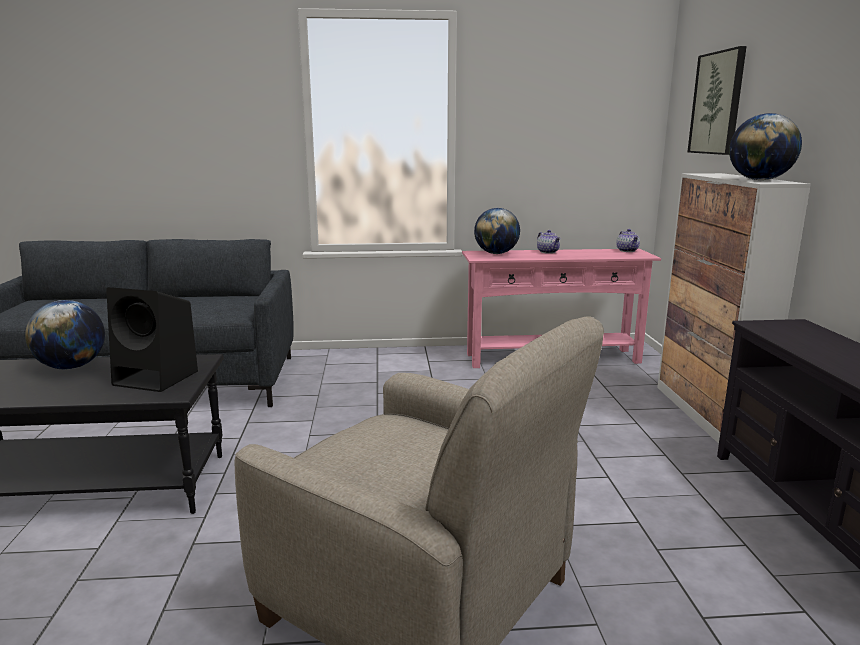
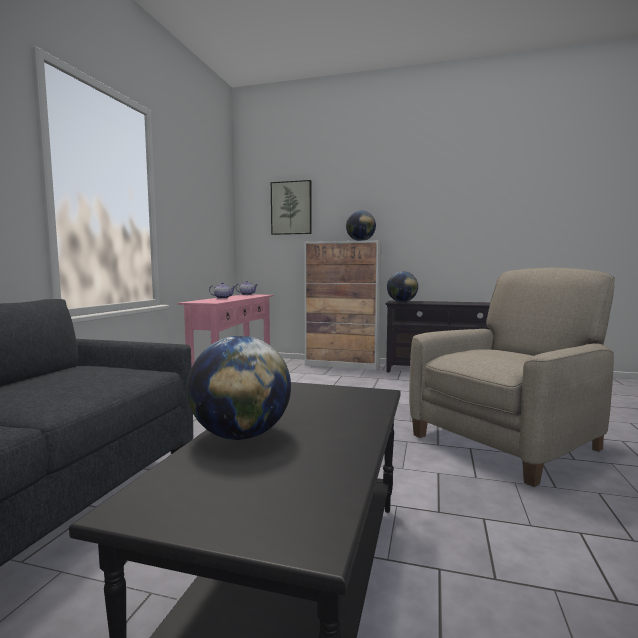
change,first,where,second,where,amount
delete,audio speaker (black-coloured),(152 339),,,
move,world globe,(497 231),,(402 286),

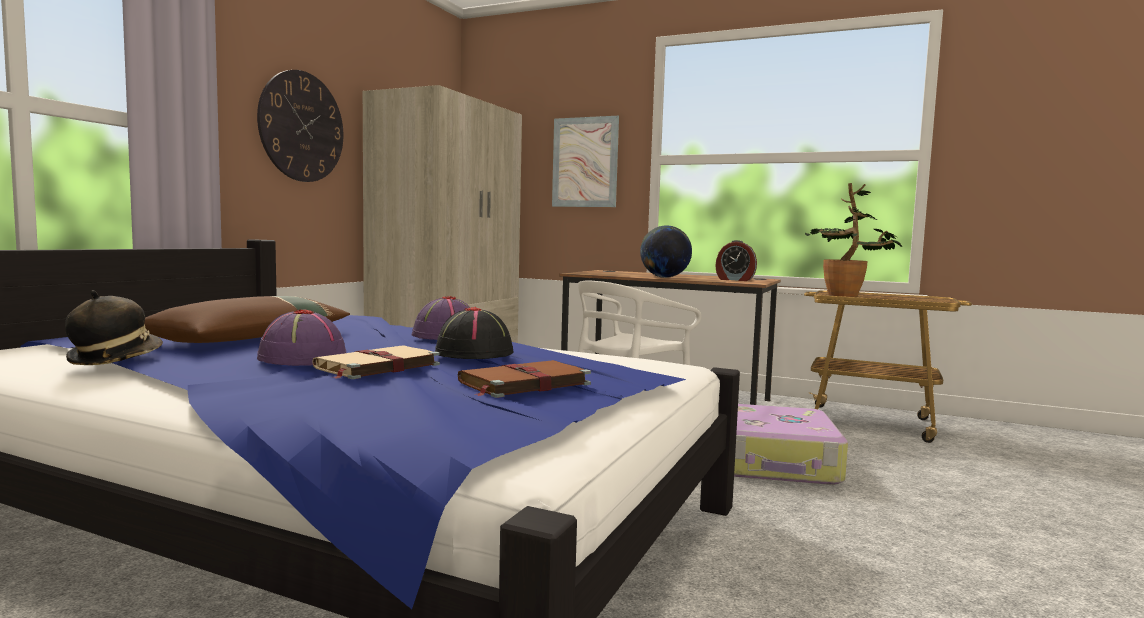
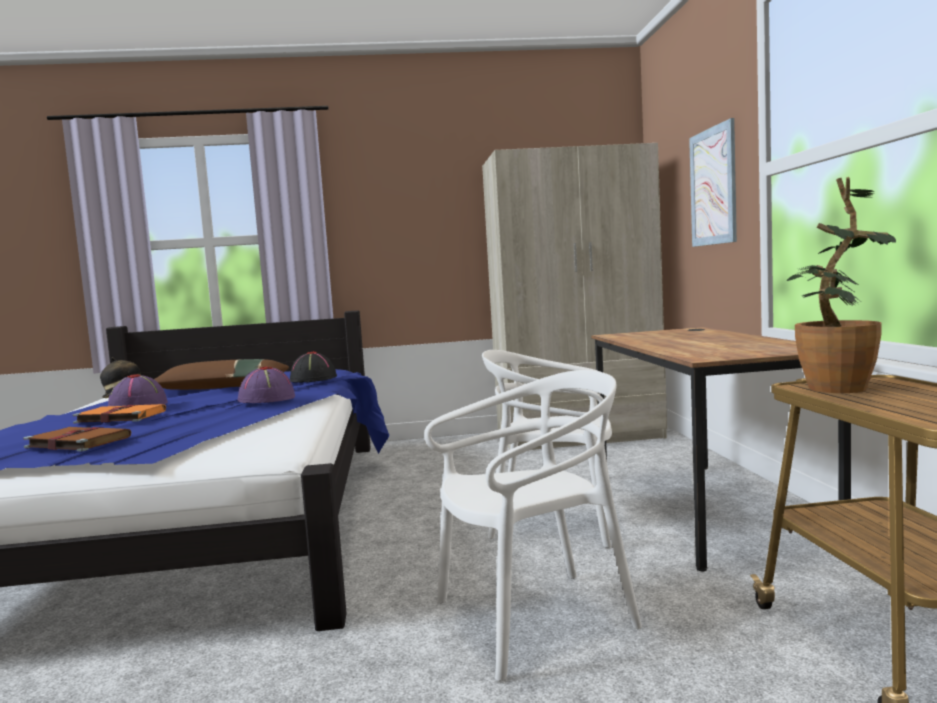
change,first,where,second,where,amount
delete,clock on the wall,(300 126),,,
delete,world globe,(666 251),,,
delete,alarm clock,(736 260),,,
move,clothing hat (black-coloured),(474 333),,(313 366),
replace,suitcase,(791 444),plain chair (whitish),(533 525),
recolor,bound book (beige),(376 362),bound book (orangey),(119 413),

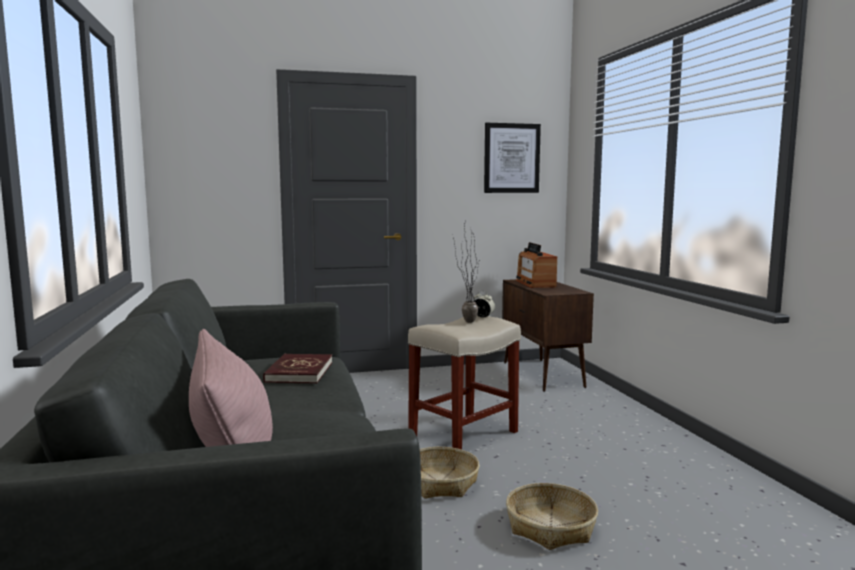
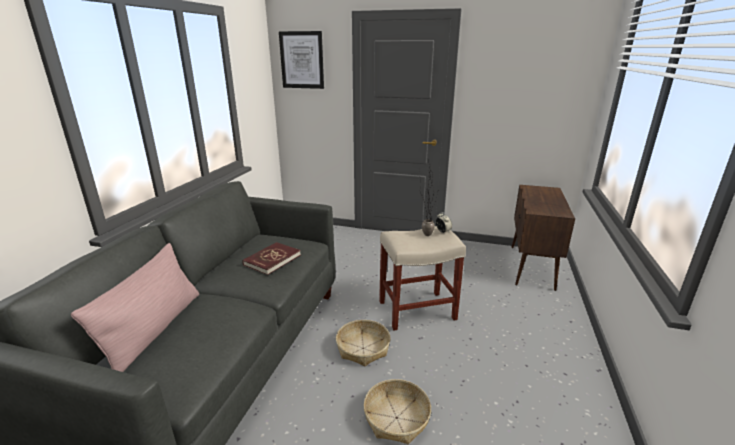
change,first,where,second,where,amount
delete,radio,(536 265),,,
move,picture,(512 158),,(301 60),

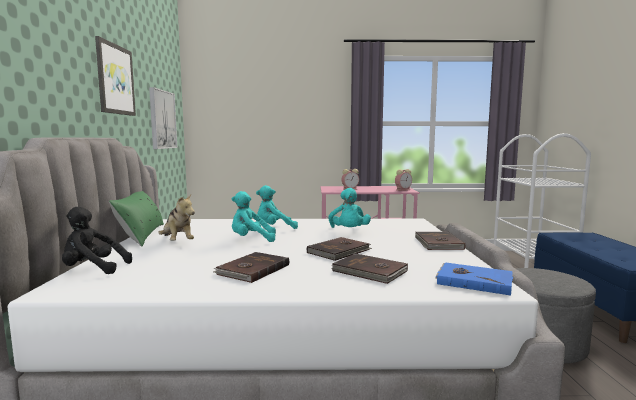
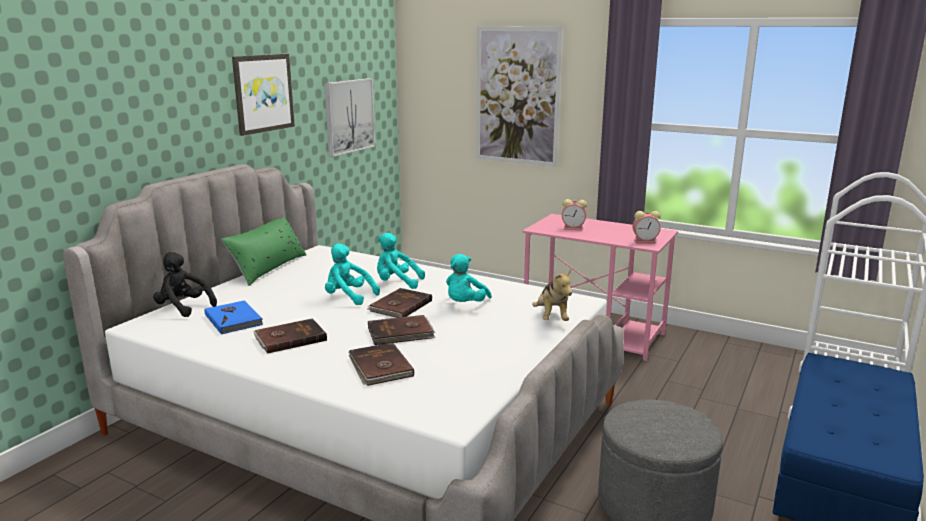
change,first,where,second,where,amount
insert,,,picture,(519 97),
move,cuddly toy,(177 217),,(552 295),
move,bound book (brownish),(440 241),,(399 303),
move,bound book (bluish),(474 279),,(234 318),

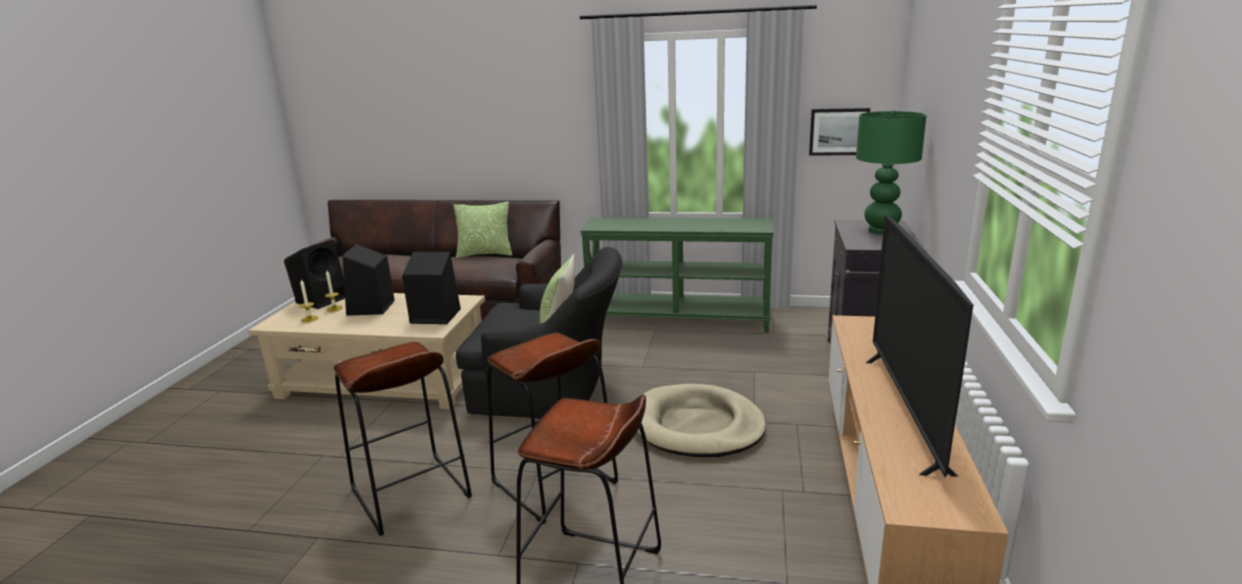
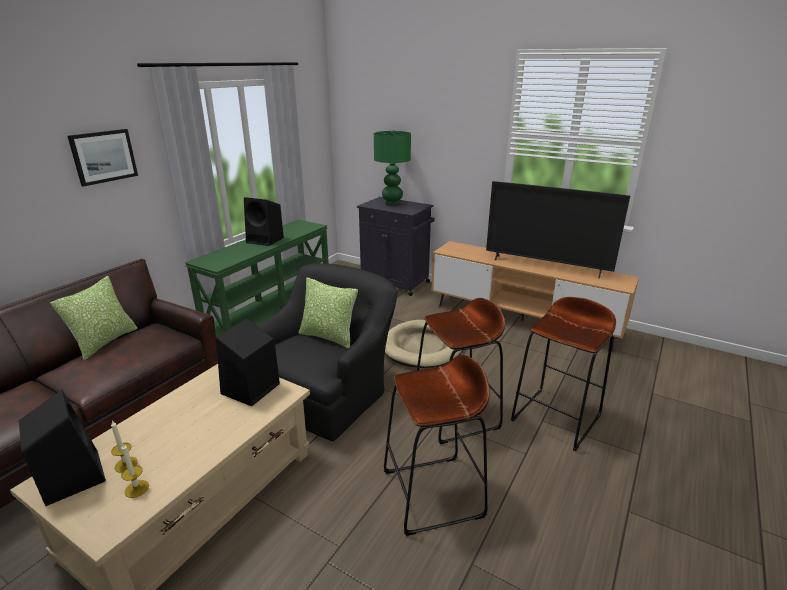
change,first,where,second,where,amount
move,audio speaker (black-coloured),(369 280),,(264 221),
move,picture,(839 132),,(103 158),

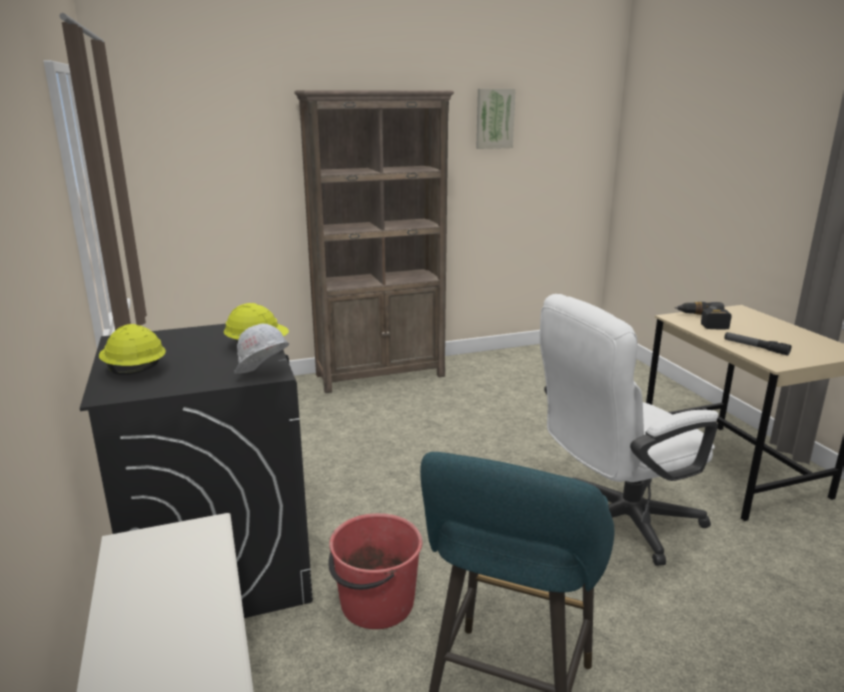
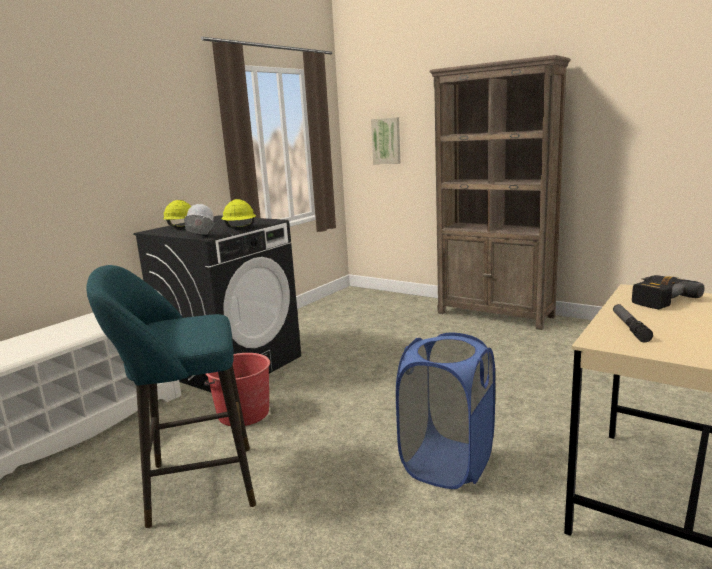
change,first,where,second,where,amount
move,picture,(496 119),,(386 140),
replace,office chair (whitish),(629 430),washing basket (bluish),(445 411),

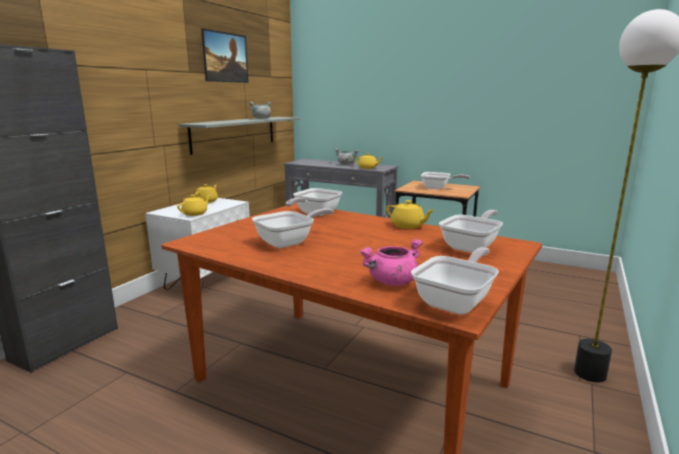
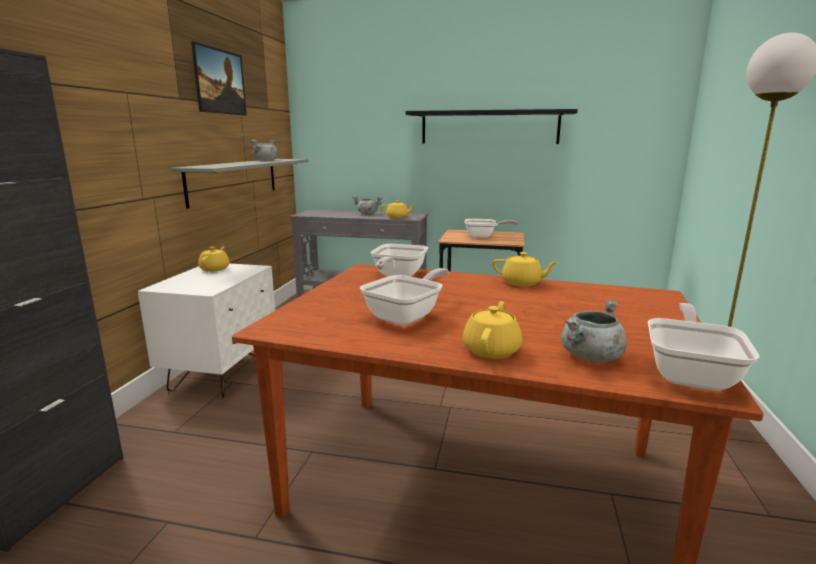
change,first,where,second,where,amount
delete,pan,(471 231),,,
insert,,,wall shelf (black-coloured),(492 126),
move,tea pot (yellowish),(194 205),,(492 330),
recolor,saucepot (pink-coloured),(391 262),saucepot (grey),(594 331),

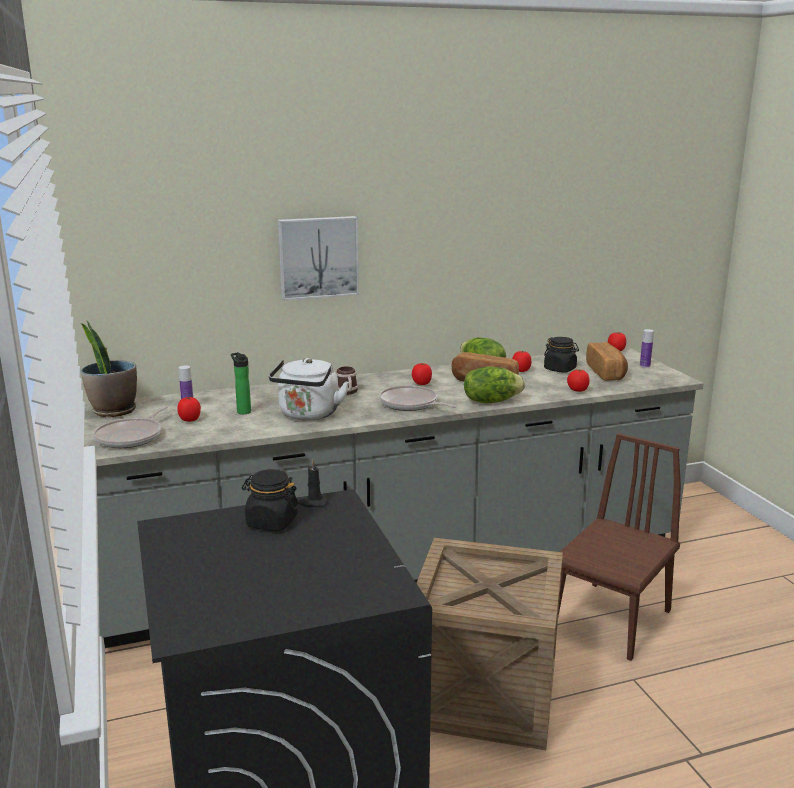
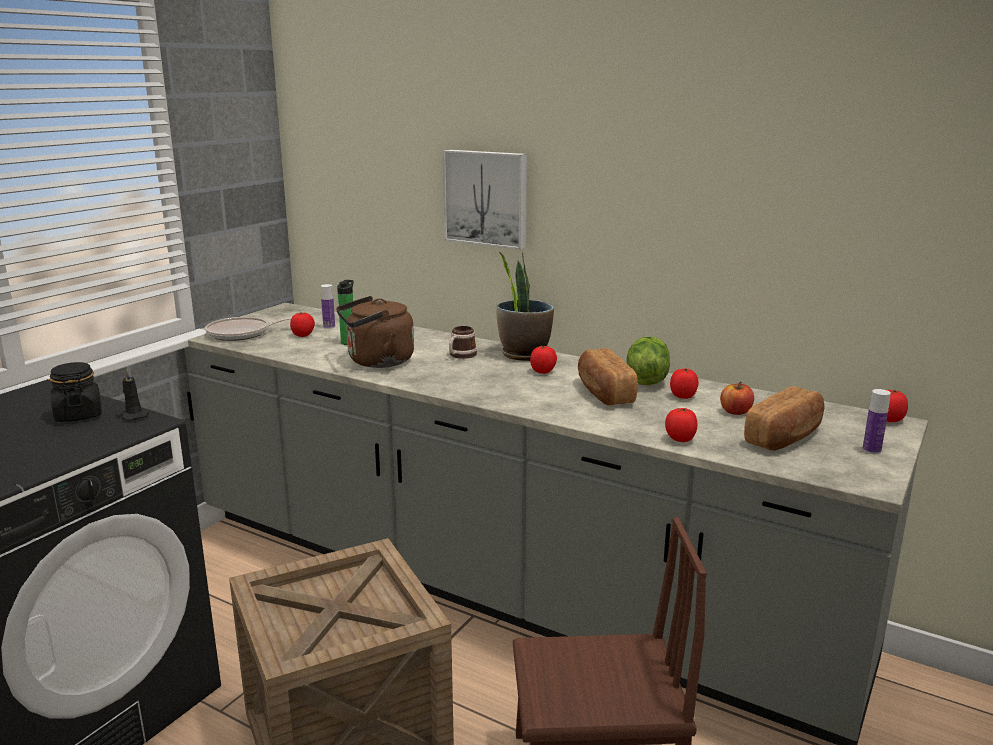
change,first,where,second,where,amount
delete,pan,(417 398),,,
delete,lettuce head,(494 384),,,
move,houseplant,(109 369),,(525 306),
replace,jar (black-coloured),(561 355),whole apple,(737 398),
recolor,tea kettle (whitish),(309 389),tea kettle (brownish),(375 332),

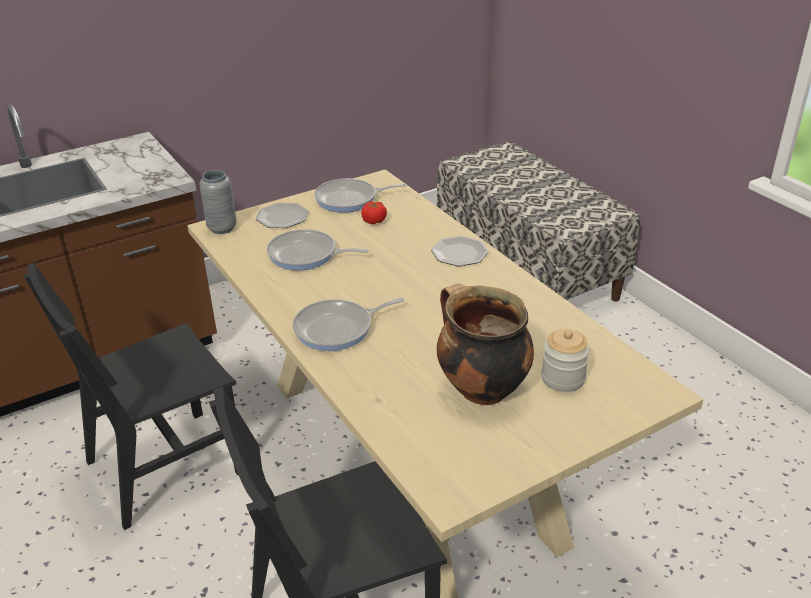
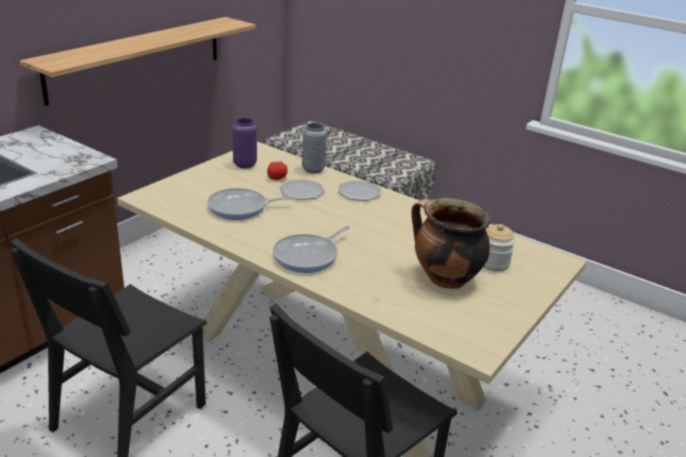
change,first,where,second,where,amount
insert,,,wall shelf,(138 61),
move,decorative vase (grey),(218 202),,(314 148),
move,plate,(282 215),,(302 189),
replace,pan,(360 195),decorative vase (purplish),(244 143),

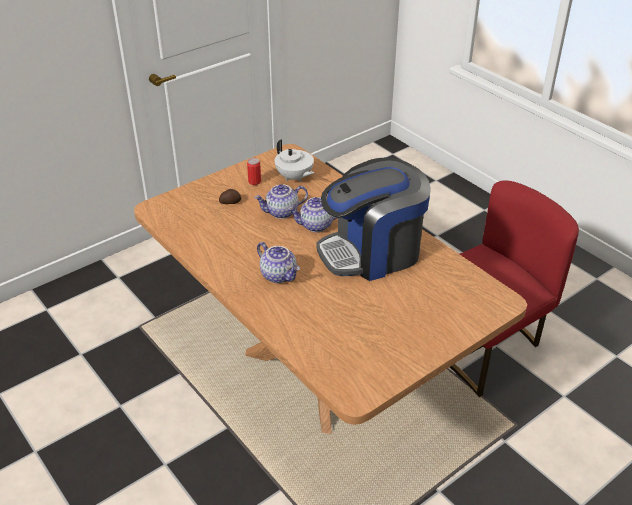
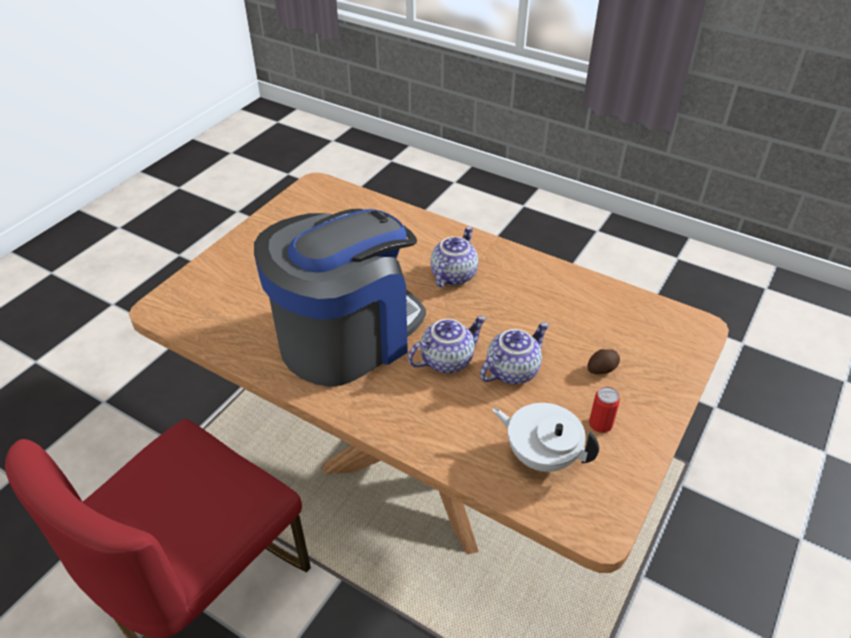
change,first,where,second,where,amount
rotate,tea pot,(278 262),,(454 257),90 degrees clockwise

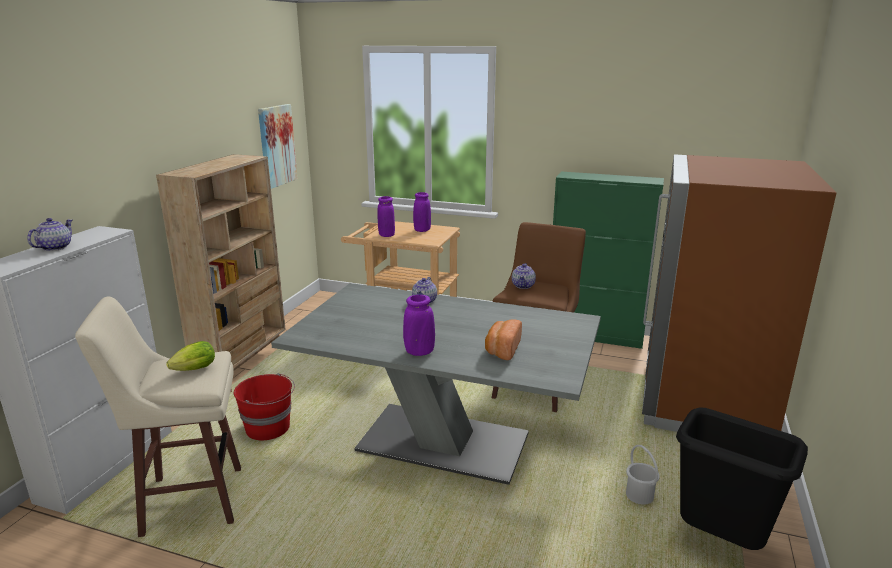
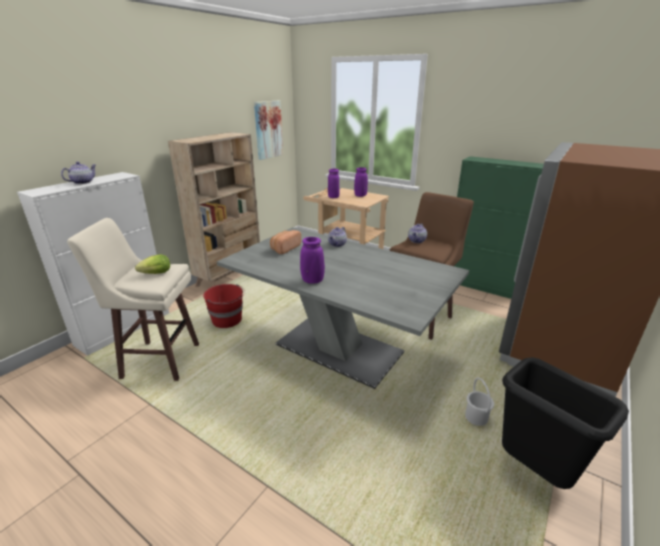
change,first,where,second,where,amount
move,bread,(503 339),,(285 242),

